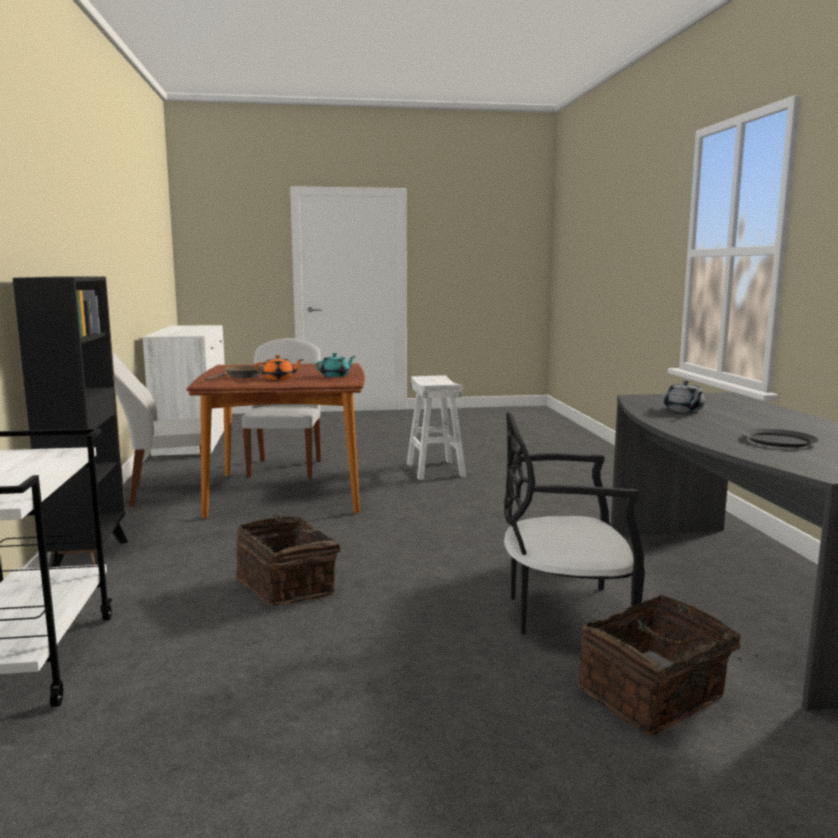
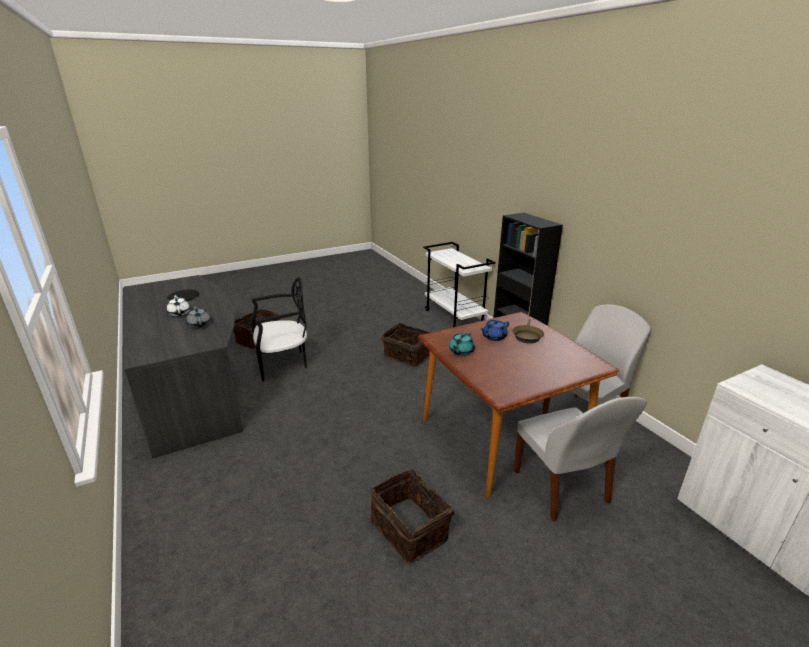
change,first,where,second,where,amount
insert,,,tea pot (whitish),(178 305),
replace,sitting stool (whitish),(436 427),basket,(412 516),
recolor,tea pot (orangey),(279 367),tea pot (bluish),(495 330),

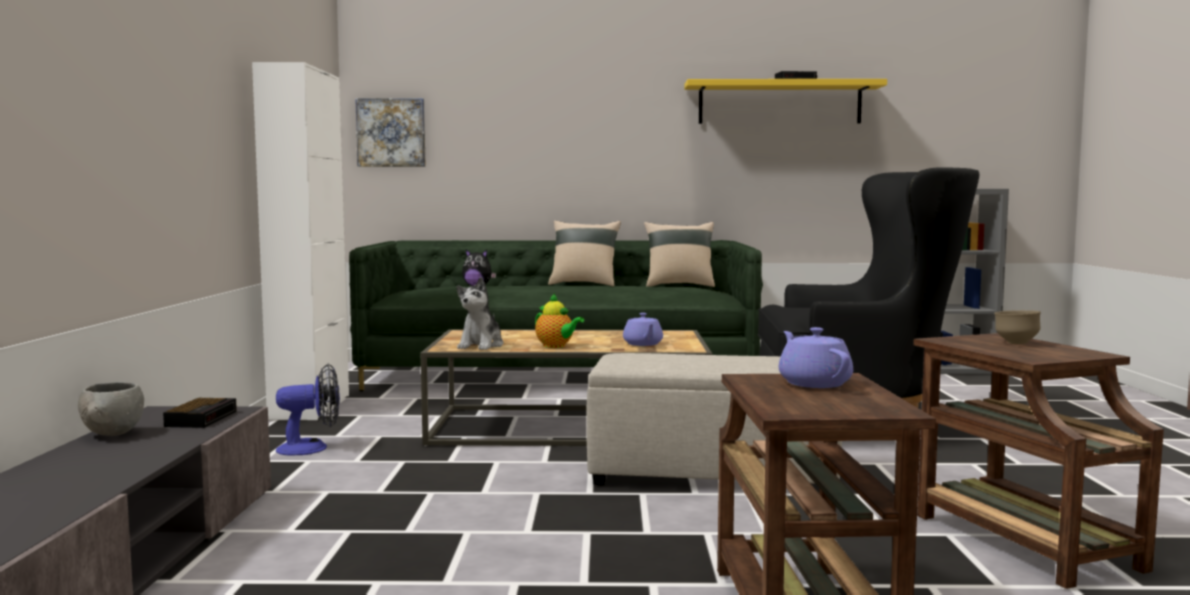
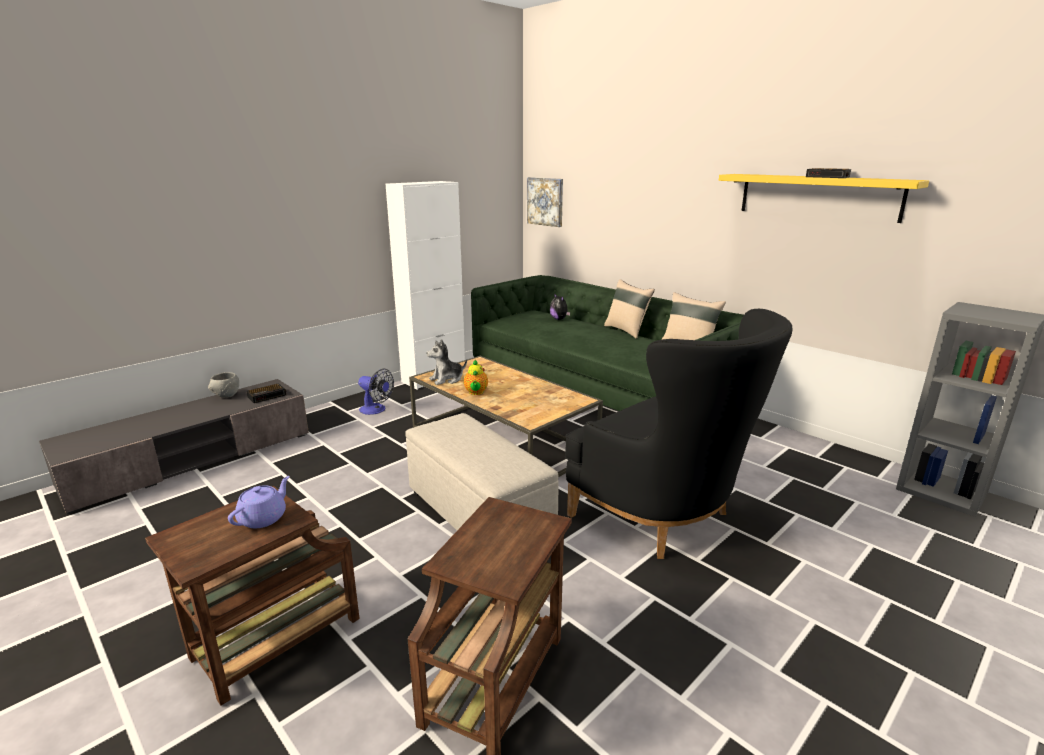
change,first,where,second,where,amount
delete,tea pot (purplish),(643 329),,,
delete,serving bowl (brownish),(1017 327),,,

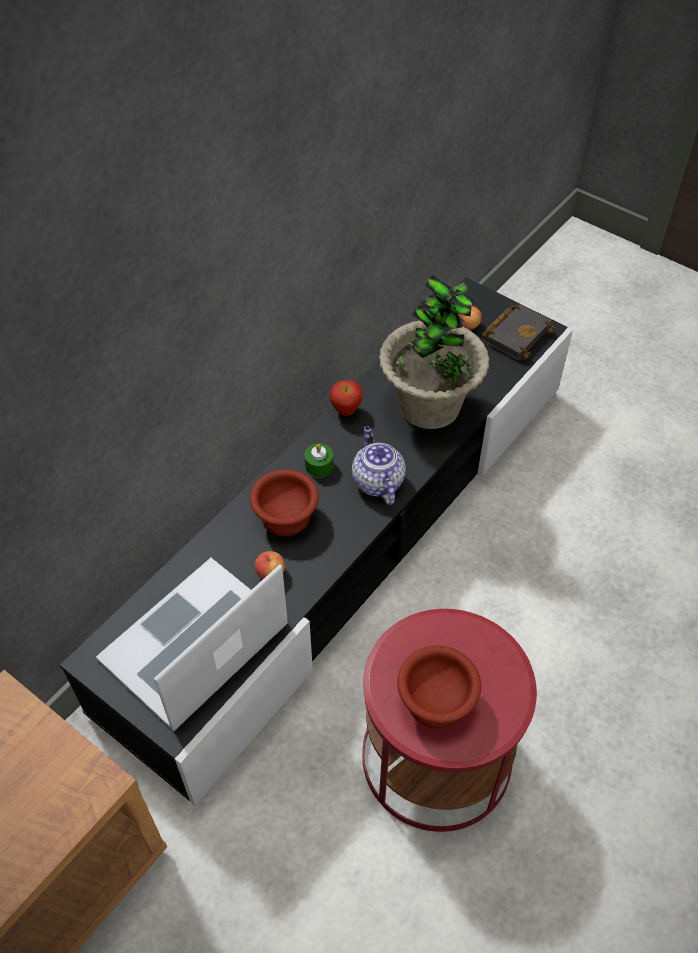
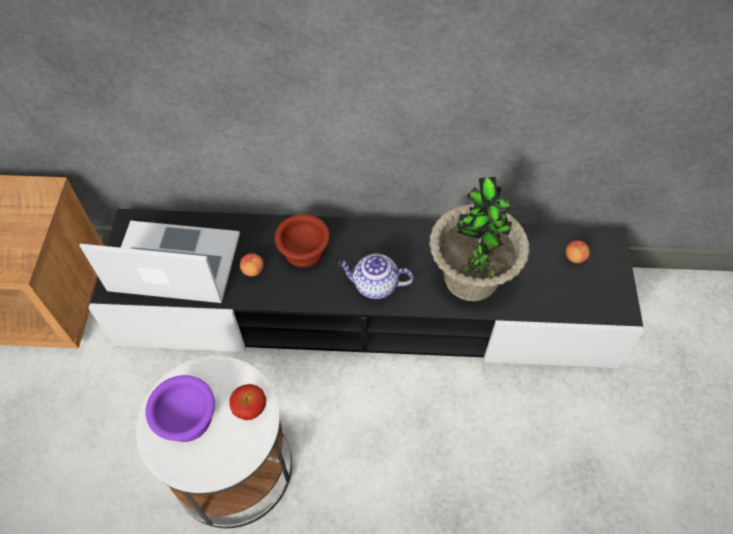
change,first,where,second,where,amount
delete,wax candle (greenish),(318 460),,,
delete,bound book (black-coloured),(518 332),,,
move,whole apple,(346 398),,(247 402),
recolor,side table (red),(449 720),side table (whitish),(214 442),
recolor,serving bowl (brownish),(439 687),serving bowl (purplish),(180 408),
rotate,tea pot,(379 465),,(376 276),120 degrees counterclockwise

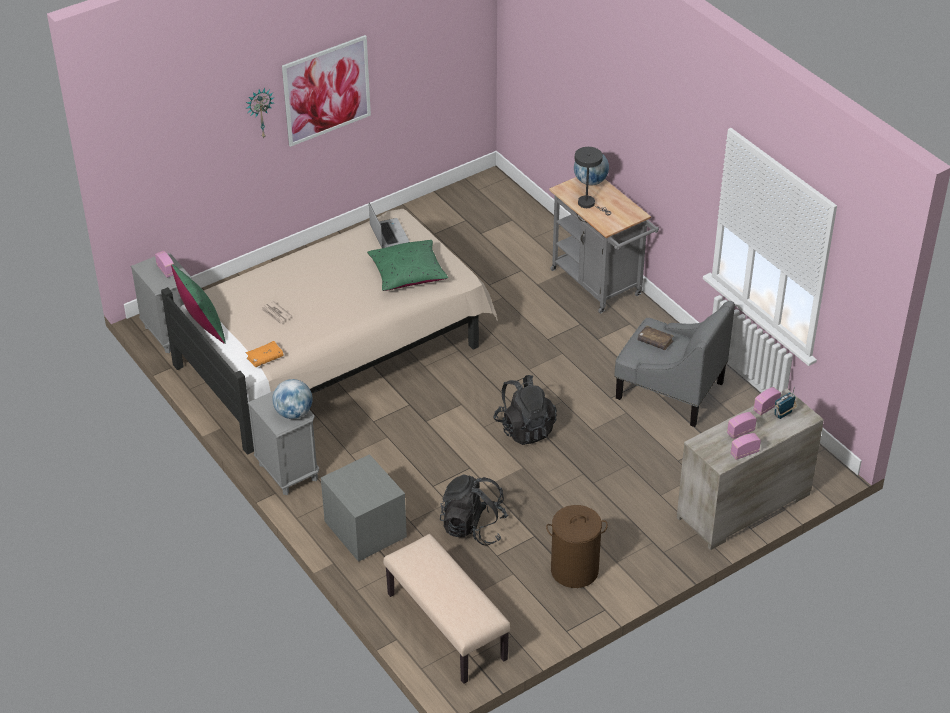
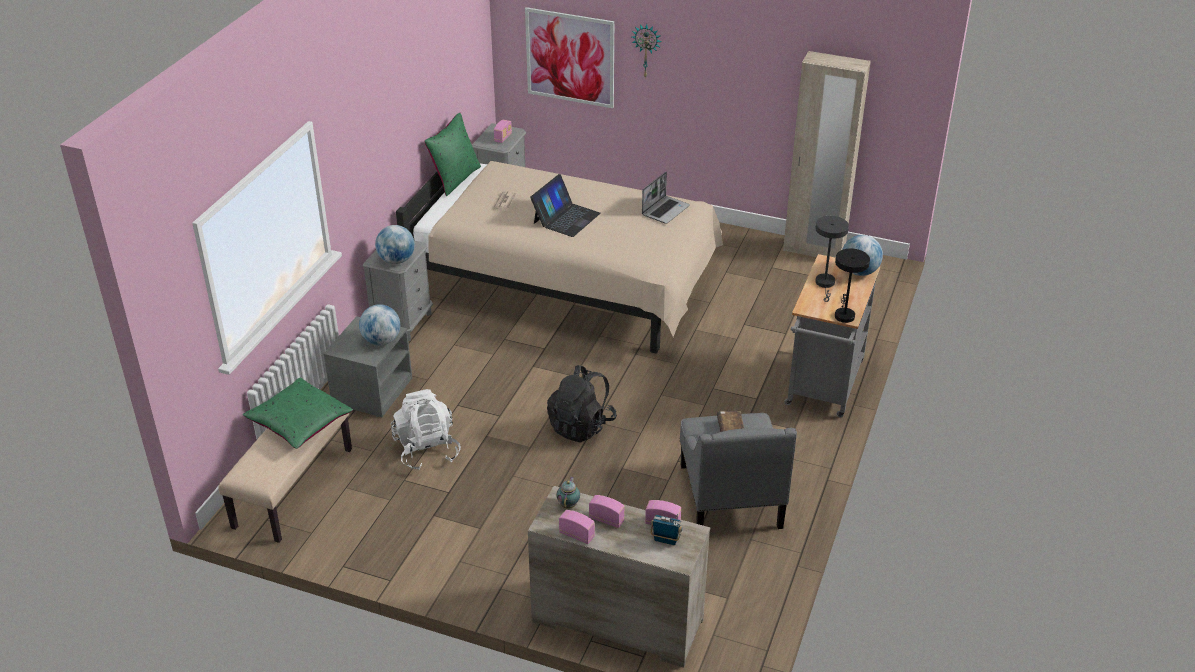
change,first,where,second,where,amount
delete,bound book (orangey),(264 354),,,
delete,washing basket (brownish),(577 546),,,
insert,,,world globe,(379 324),
insert,,,notebook computer,(565 205),
insert,,,tea pot,(568 493),
insert,,,clothes cupboard (beige),(827 154),
insert,,,lamp for a table (black-coloured),(852 285),
move,picture,(326 91),,(569 57),
move,pillow (greenish),(407 265),,(298 413),
recolor,rucksack (black-coloured),(474 510),rucksack (whitish),(426 430),

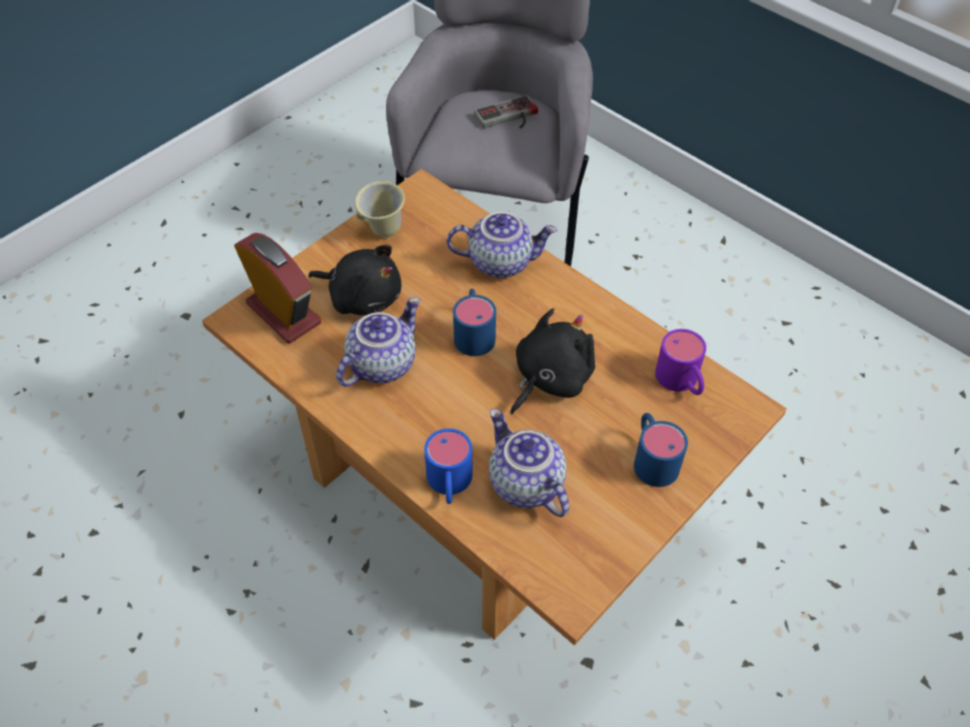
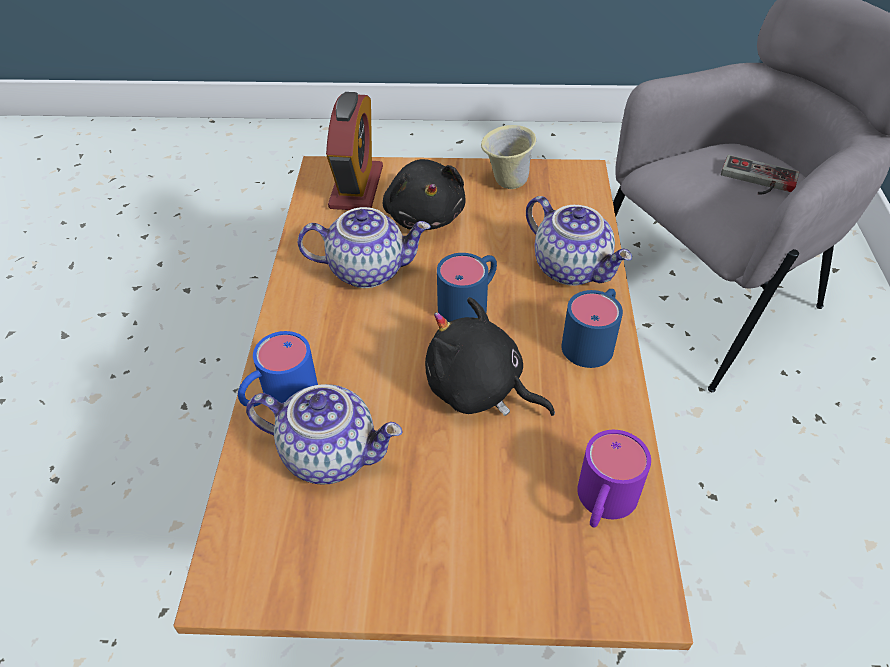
change,first,where,second,where,amount
move,mug (bluish),(661 450),,(592 328),
rotate,tea pot,(529 463),,(324 434),90 degrees clockwise
rotate,cuddly toy (black-coloured),(552 361),,(490 356),150 degrees counterclockwise

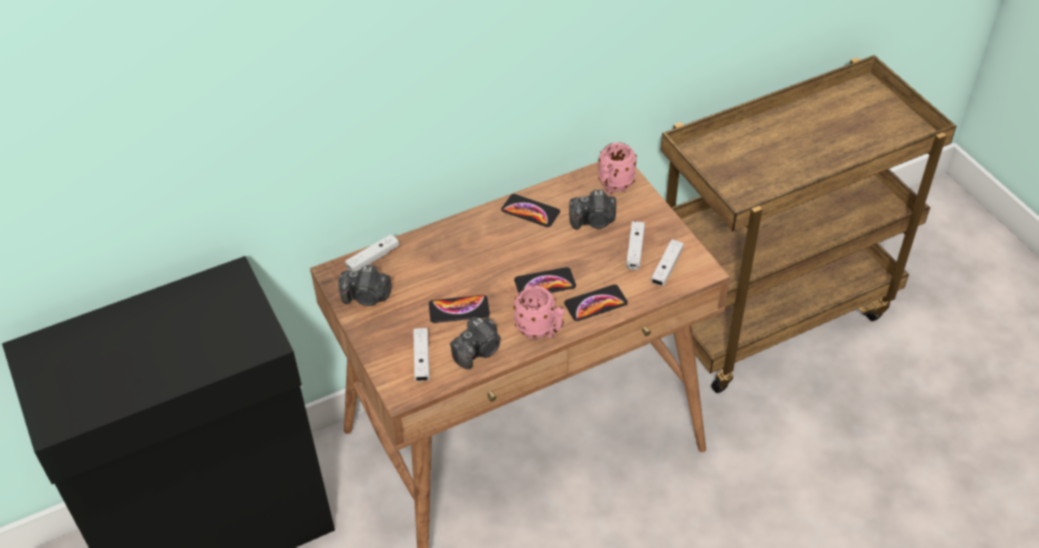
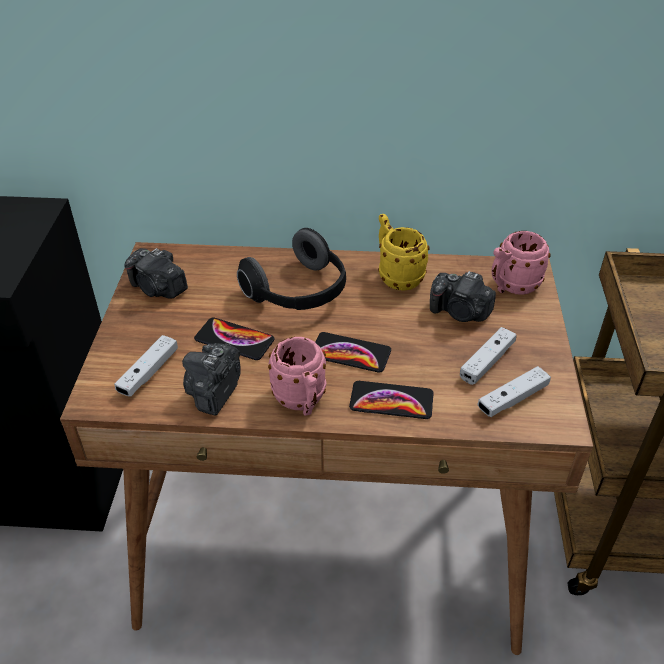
change,first,where,second,where,amount
delete,game controller (whitish),(372 252),,,
insert,,,pair of headphones,(291 269),
replace,phone,(530 210),mug (yellowish),(404 252),
rotate,photo camera,(475 343),,(211 379),120 degrees clockwise

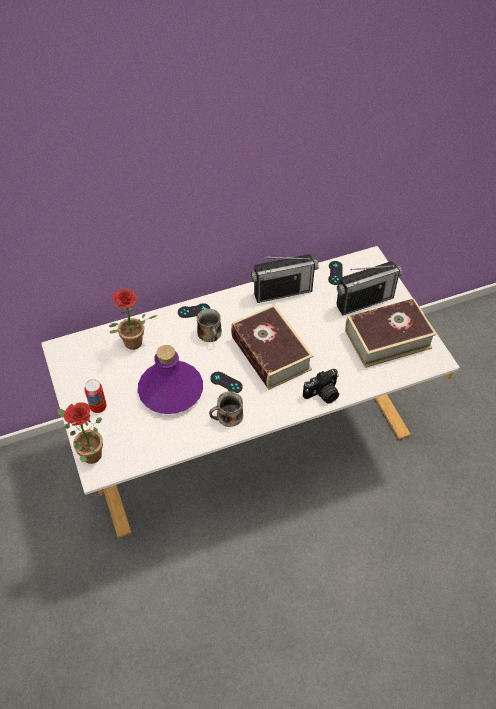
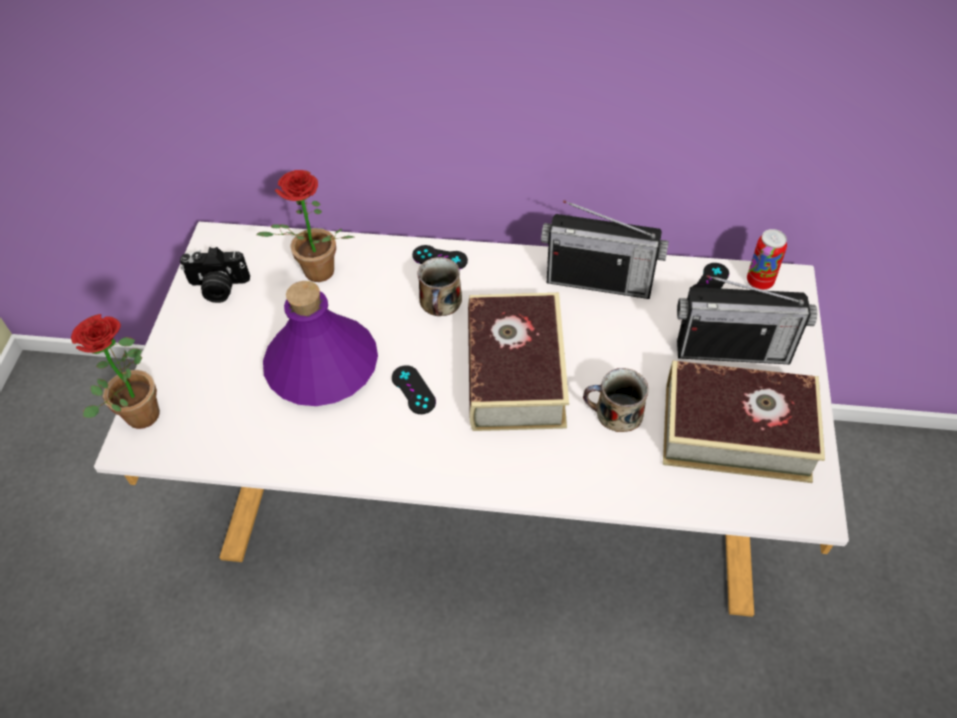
change,first,where,second,where,amount
move,metal can,(95 396),,(767 259),
move,mug,(226 409),,(616 400),
move,photo camera,(321 386),,(215 275),

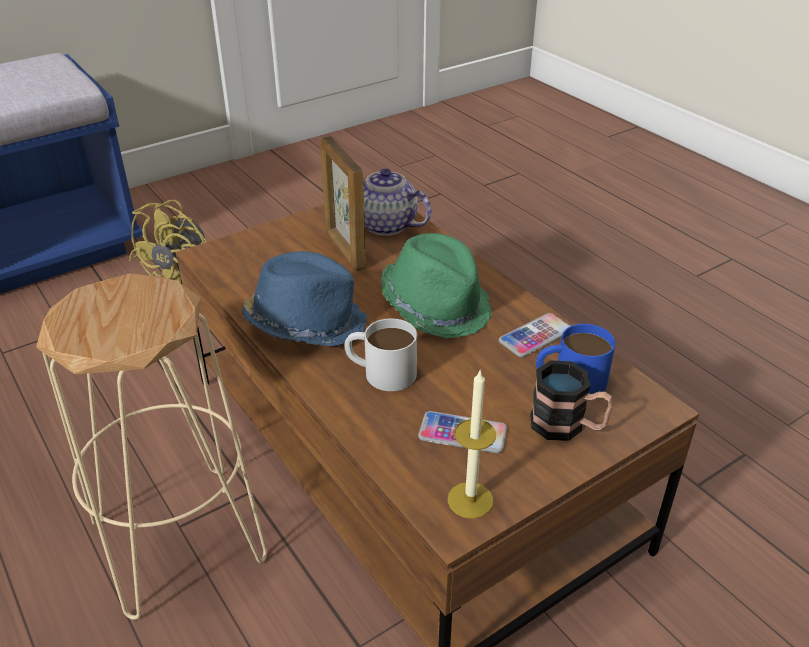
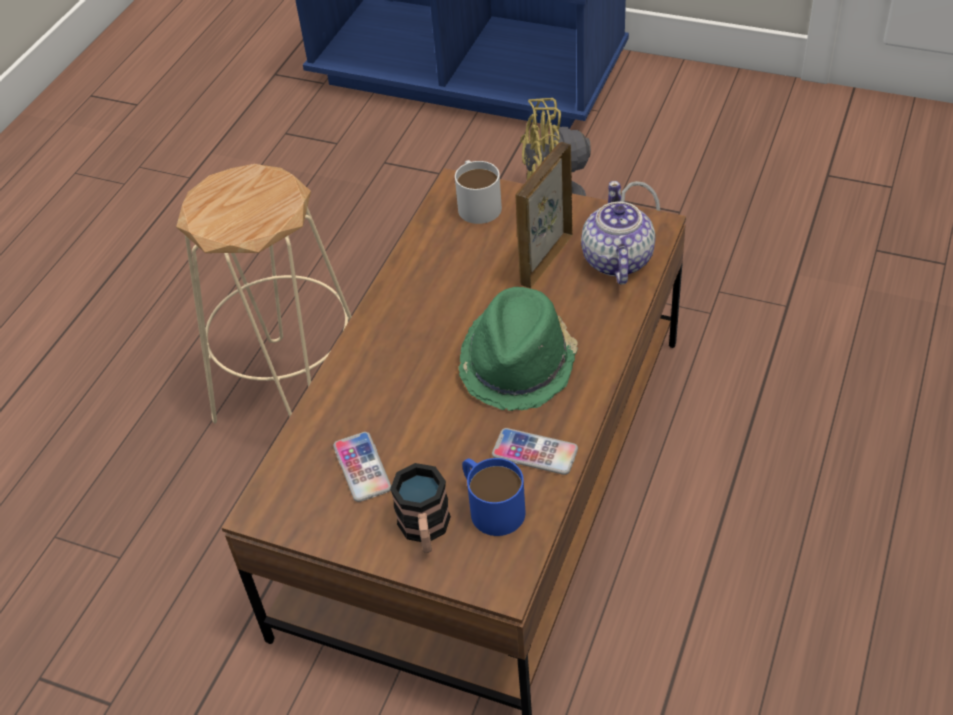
change,first,where,second,where,amount
delete,clothing hat (bluish),(305 298),,,
delete,wax candle,(472 444),,,
move,mug (whitish),(381 354),,(478 192),

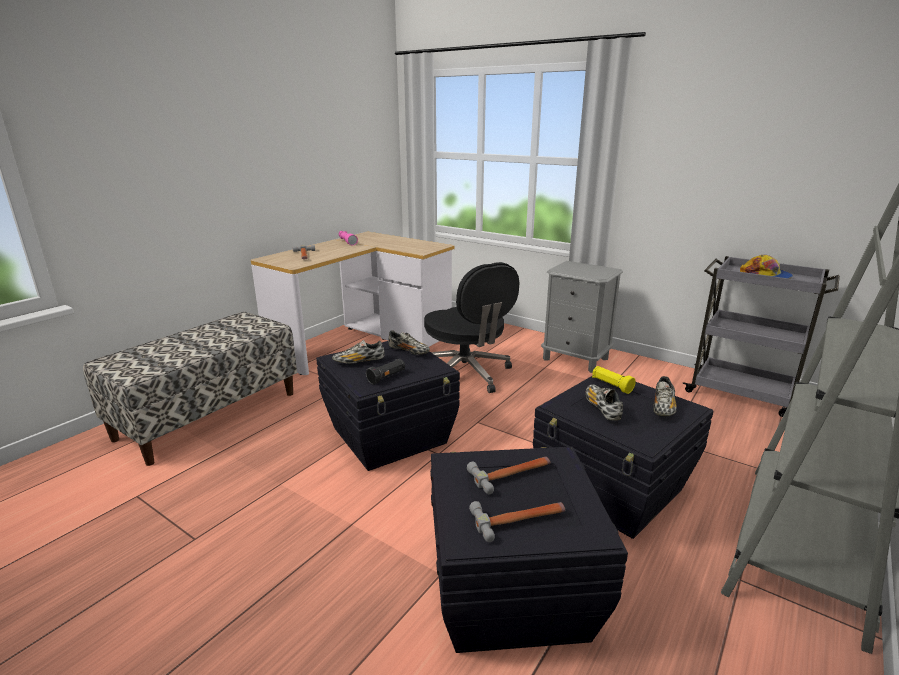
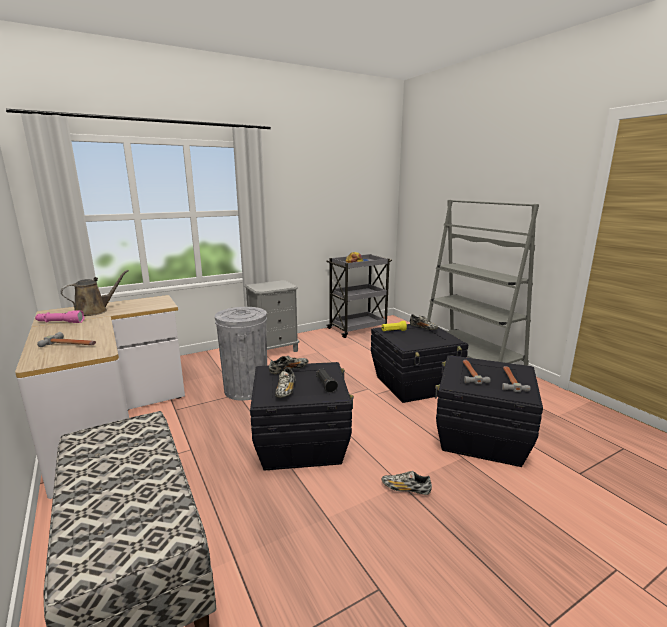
change,first,where,second,where,amount
insert,,,watering pot (brownish),(95 293),
move,shoe,(604 402),,(406 483),
replace,office chair (black-coloured),(471 327),waste bin (grey),(241 354),

